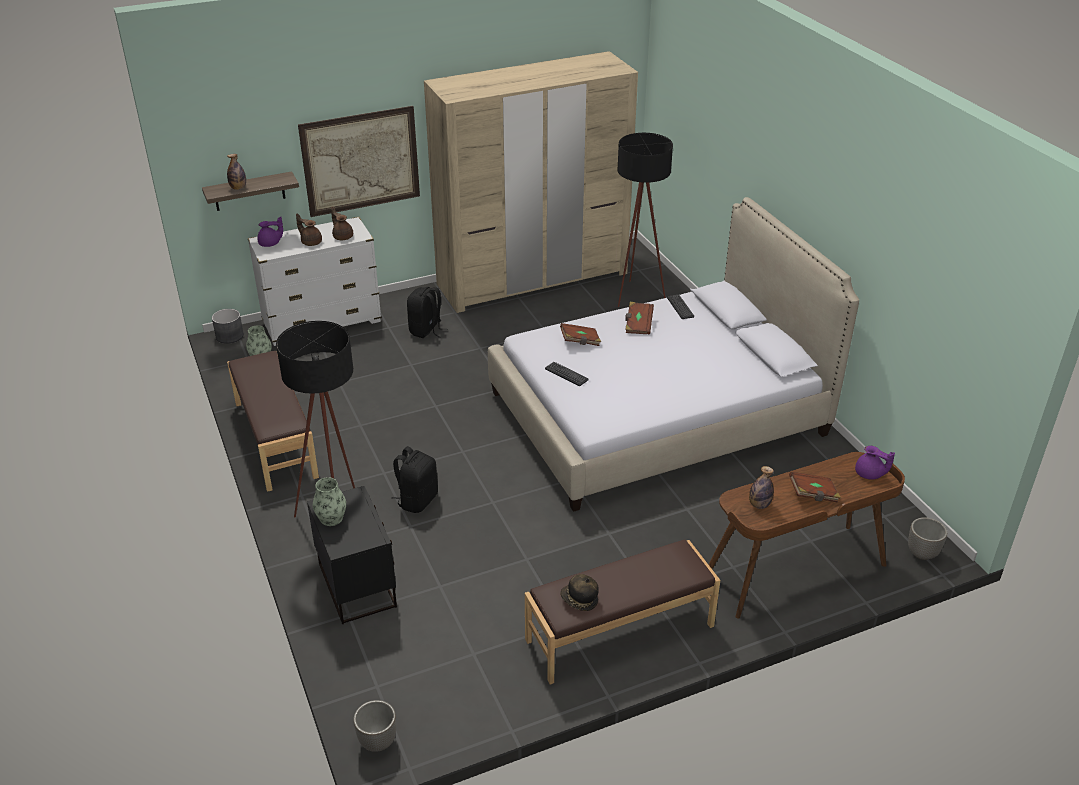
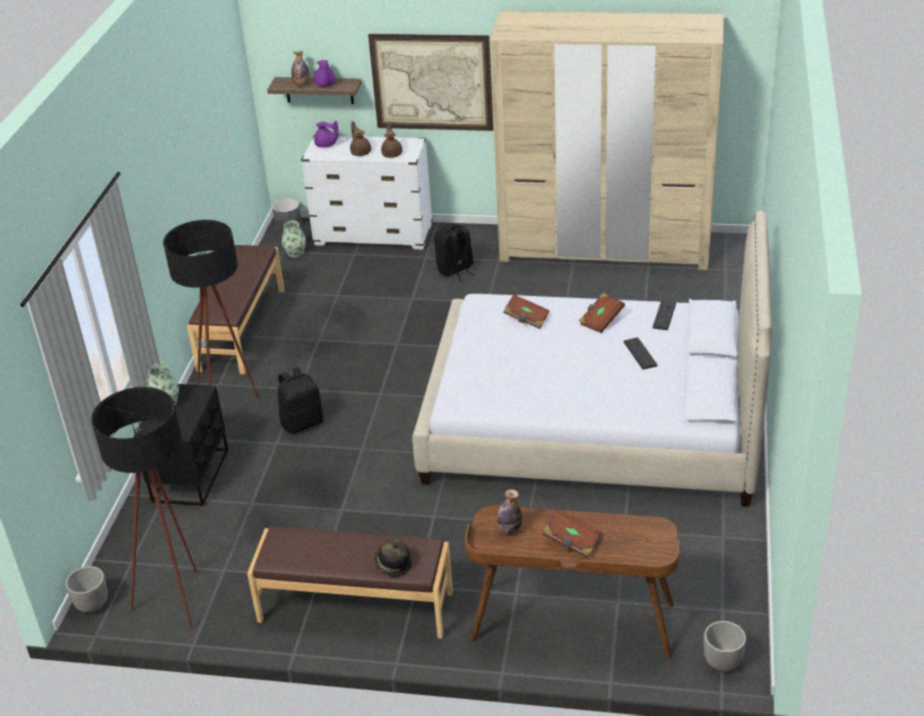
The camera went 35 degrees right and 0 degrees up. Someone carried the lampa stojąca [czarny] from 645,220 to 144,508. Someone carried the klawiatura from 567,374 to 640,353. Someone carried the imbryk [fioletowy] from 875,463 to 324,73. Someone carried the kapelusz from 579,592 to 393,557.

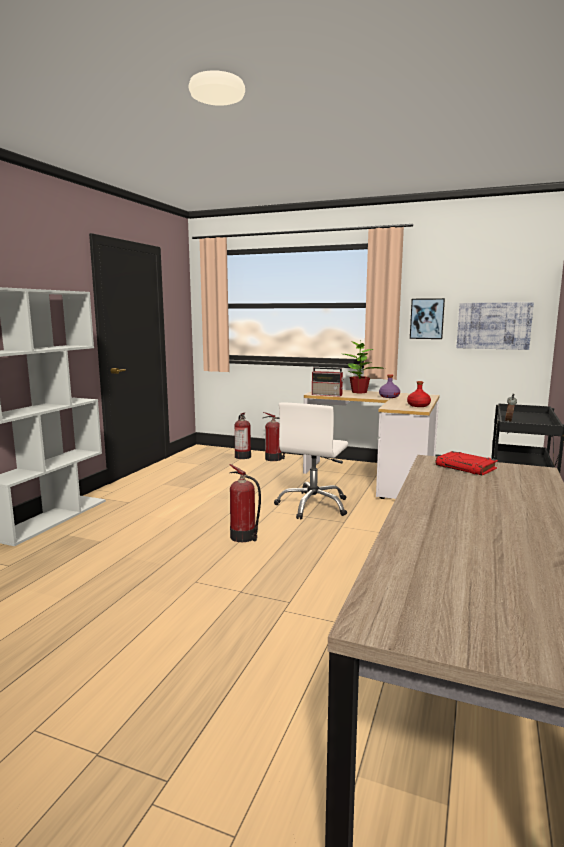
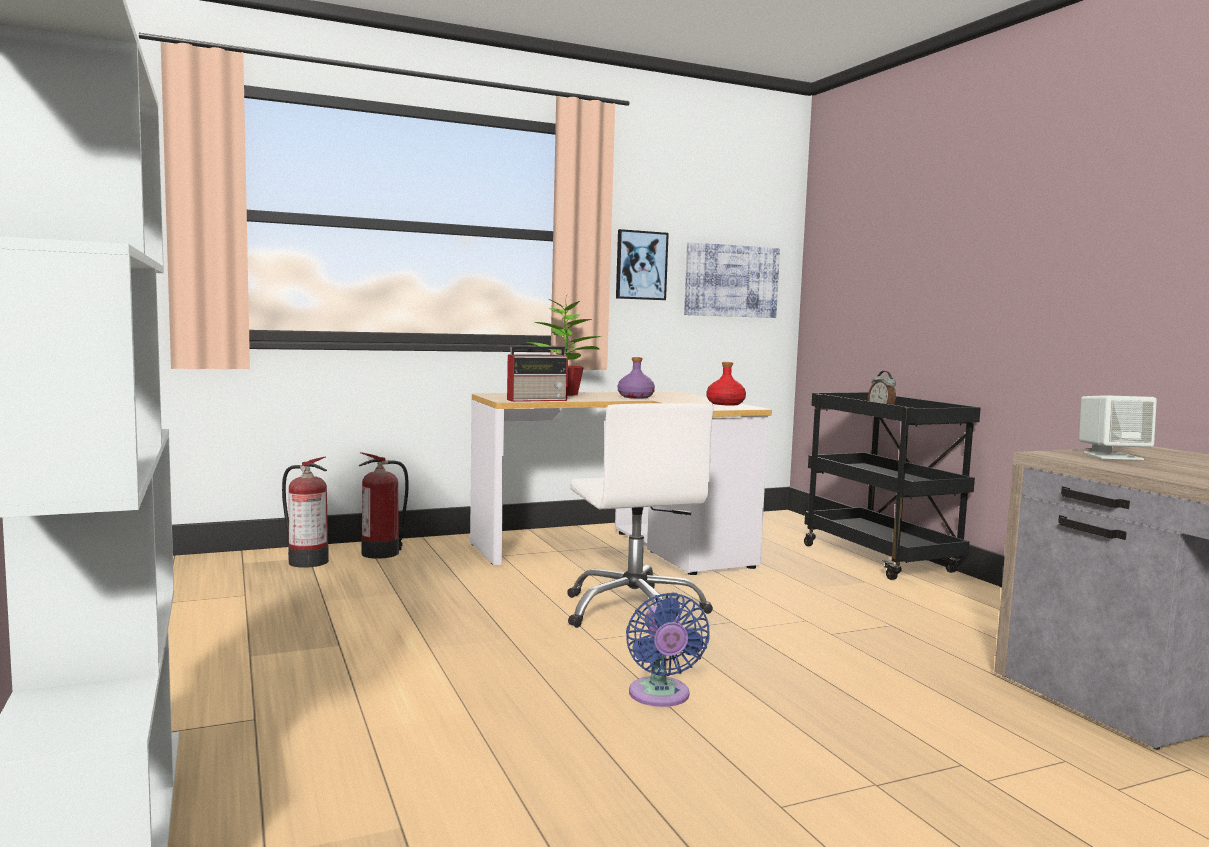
The camera went 45 degrees left and 5 degrees down. Someone swapped the książka [czerwony] at 467,463 for the głośnik [biały] at 1118,427. Someone swapped the gaśnica at 245,503 for the wentylator [niebieski] at 668,650.

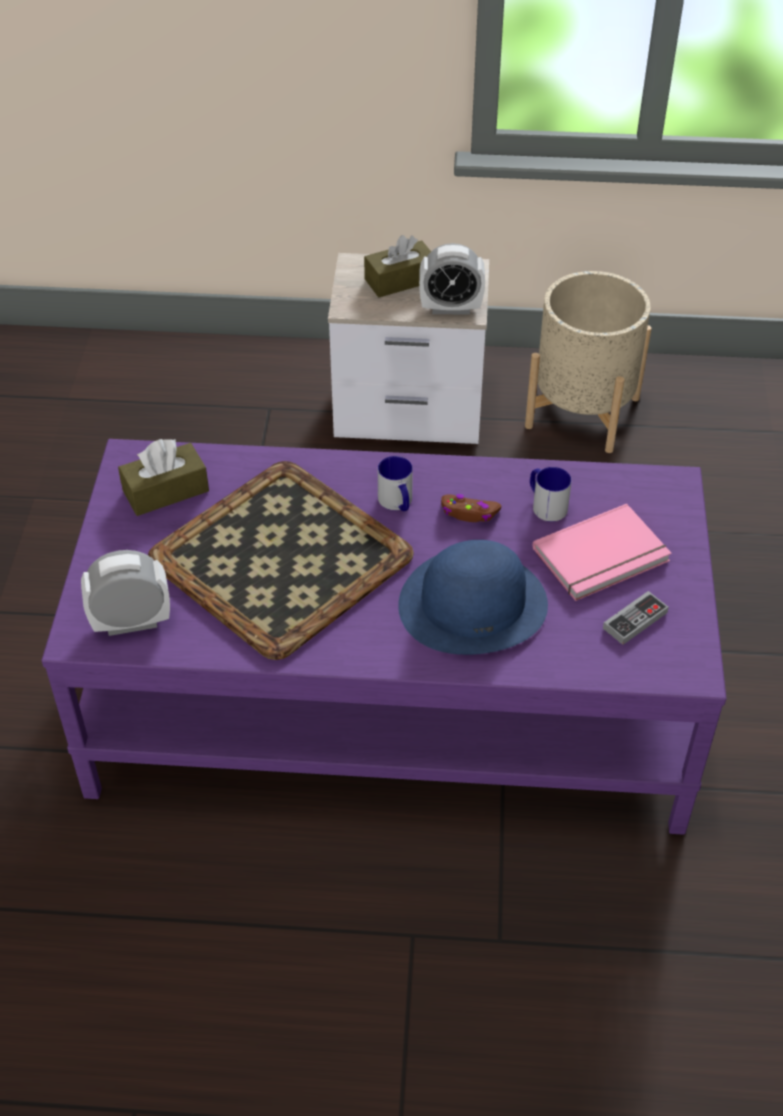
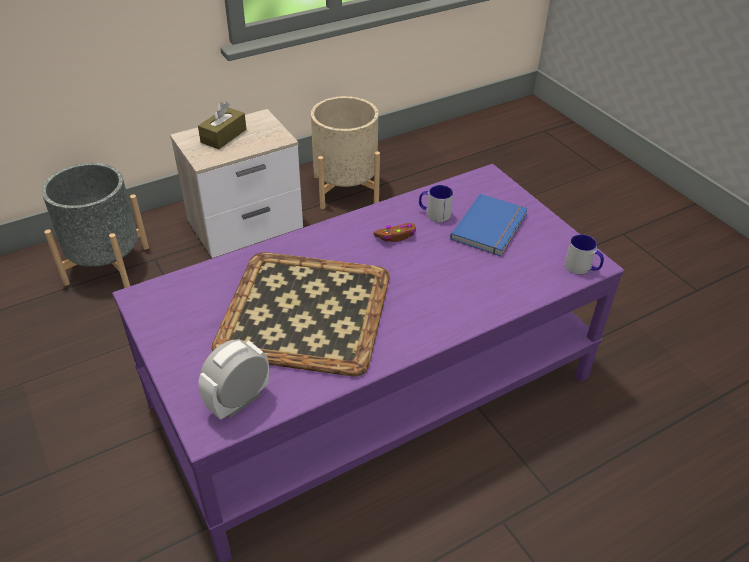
The camera went 35 degrees left and 5 degrees down. Someone took away the budzik at 452,279. Someone took away the pudełko chusteczek [brązowy] at 163,477. Someone carried the kubek from 395,483 to 584,254. Someone repainted the książka [różowy] at 601,552, which became the książka [niebieski] at 489,225. Someone took away the kapelusz [niebieski] at 473,597. Someone took away the pad do gier at 636,618. Someone put down the donica [szary] at 95,225.

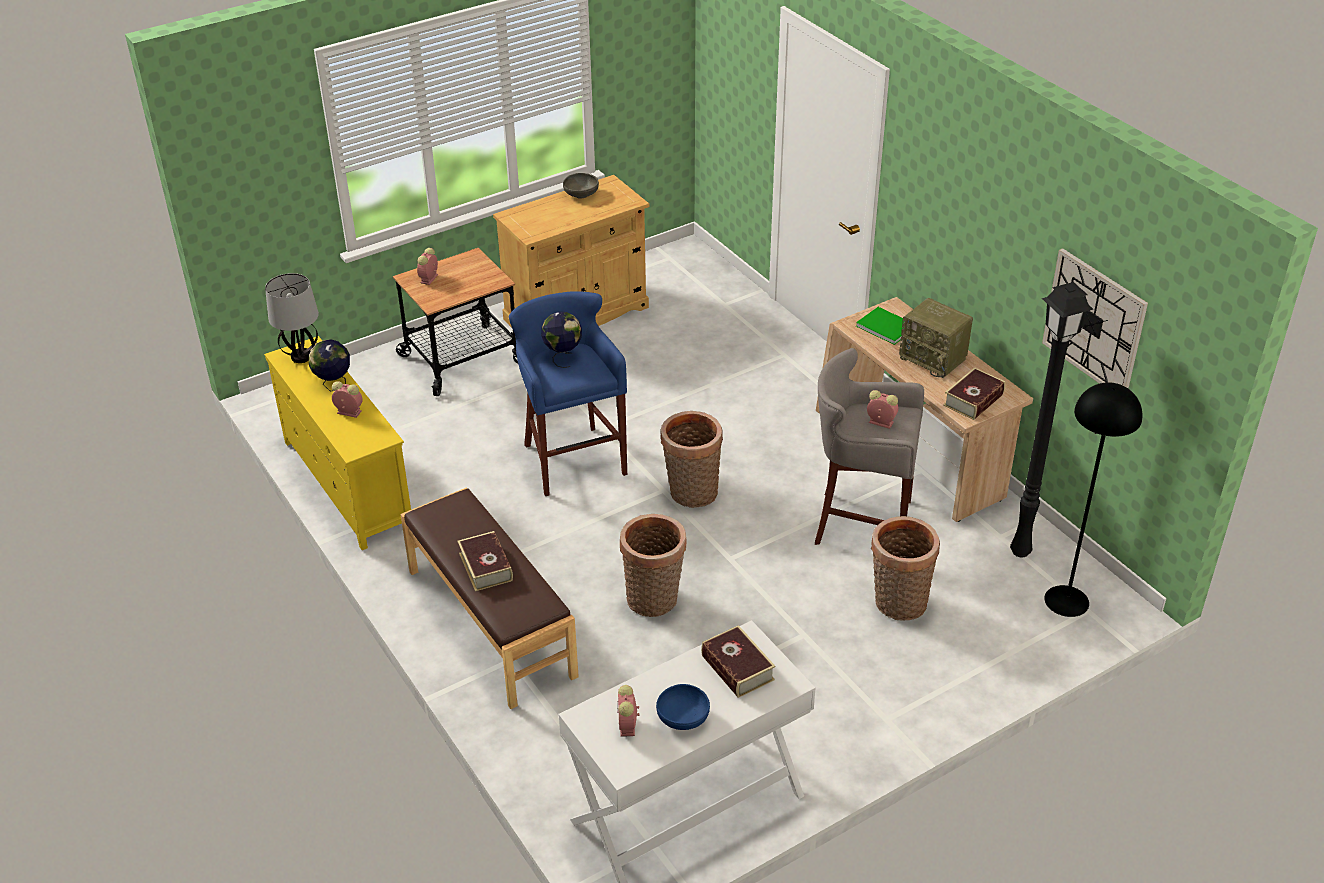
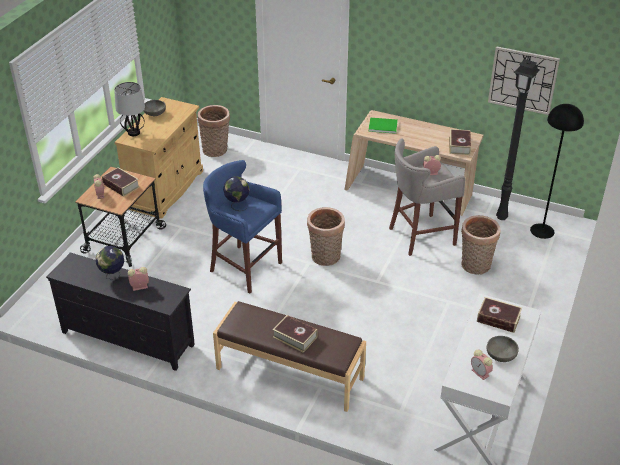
The camera went 35 degrees left and 0 degrees up. Someone carried the lampa stołowa from 292,318 to 129,109. Someone took away the radio at 936,338. Someone repainted the szafka pod telewizor [żółty] at 337,443, which became the szafka pod telewizor [czarny] at 120,312. Someone carried the koszyk from 653,565 to 214,131. Someone repainted the miska [niebieski] at 683,707, which became the miska [szary] at 503,349. Someone put down the książka at 121,182.

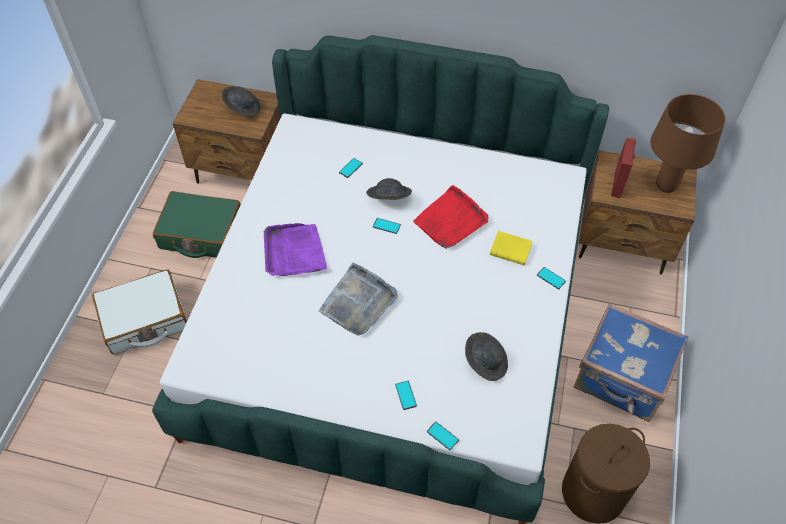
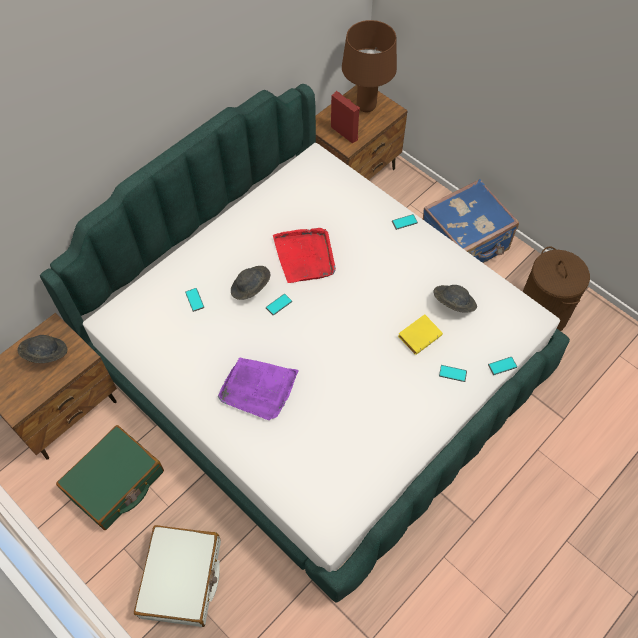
The camera went 60 degrees left and 5 degrees up. Someone carried the książka [żółty] from 511,248 to 420,334. Someone took away the taca [szary] at 358,299.

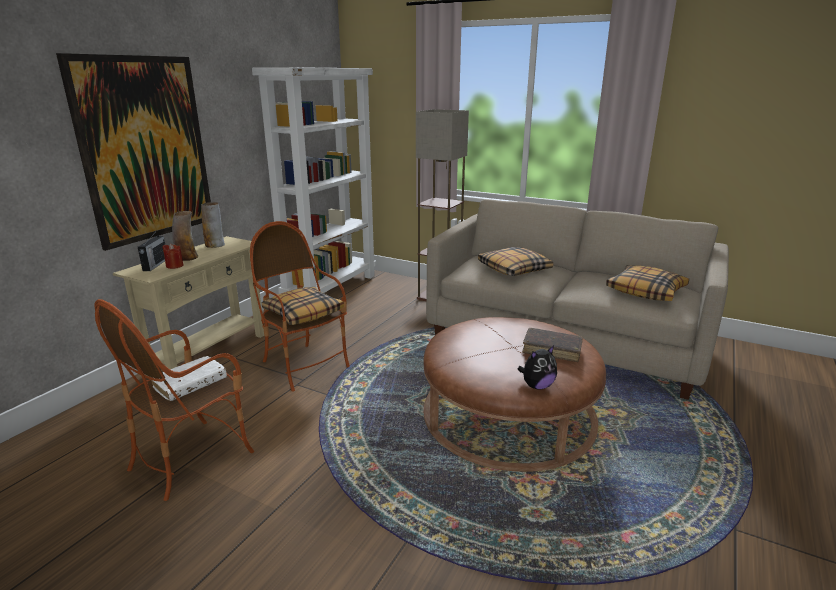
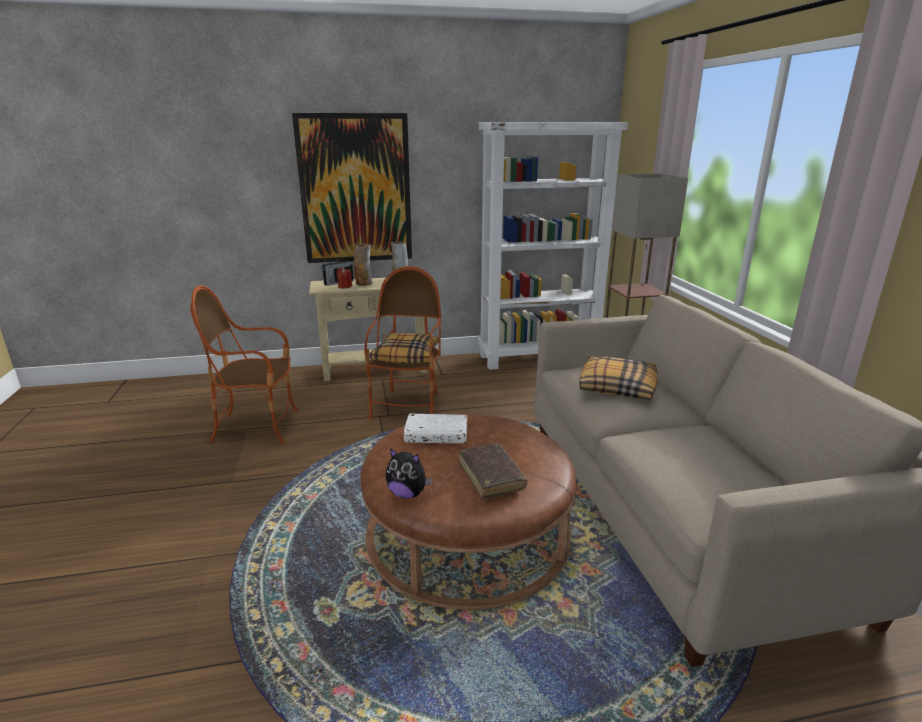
The camera went 50 degrees right and 0 degrees up. Someone took away the poduszka at 647,283. Someone carried the książka [biały] from 189,378 to 435,428.

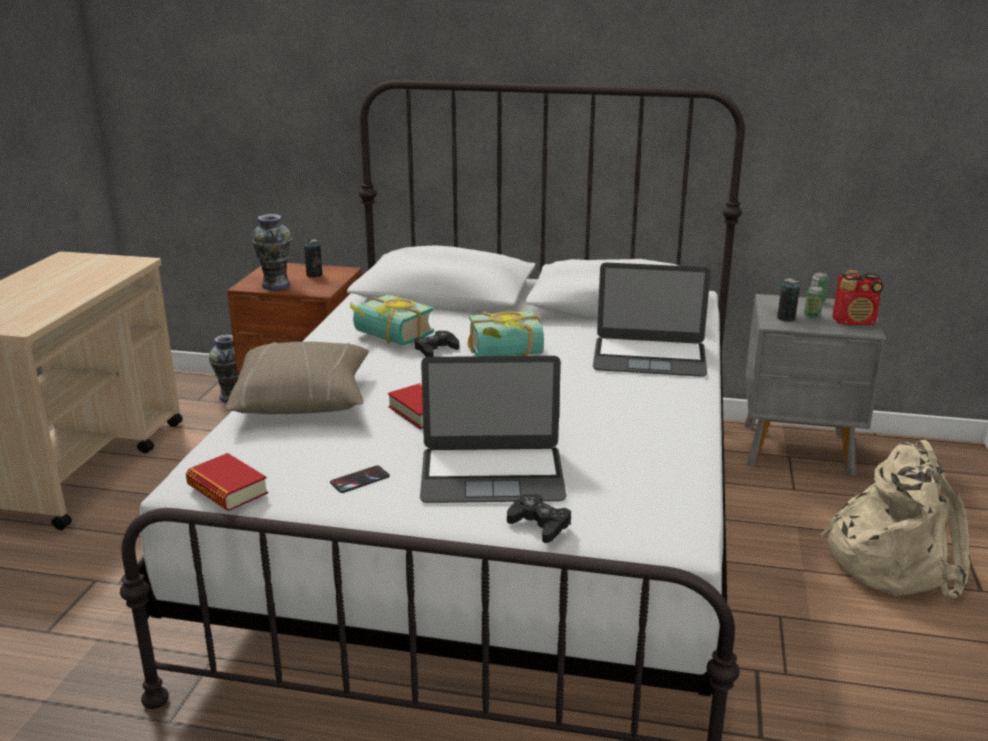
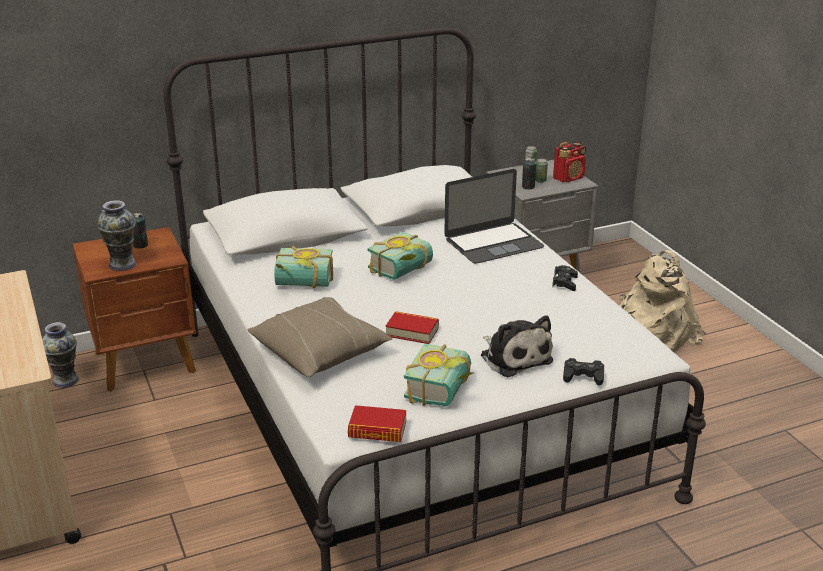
The camera went 35 degrees left and 5 degrees up. Someone carried the pad do gier [czarny] from 437,343 to 565,278. Someone swapped the laptop at 493,429 for the pluszak at 517,346. Someone swapped the telefon at 360,479 for the książka at 439,375.

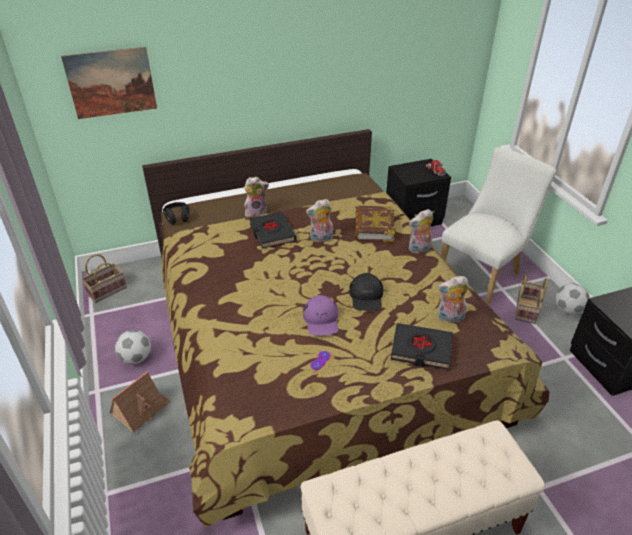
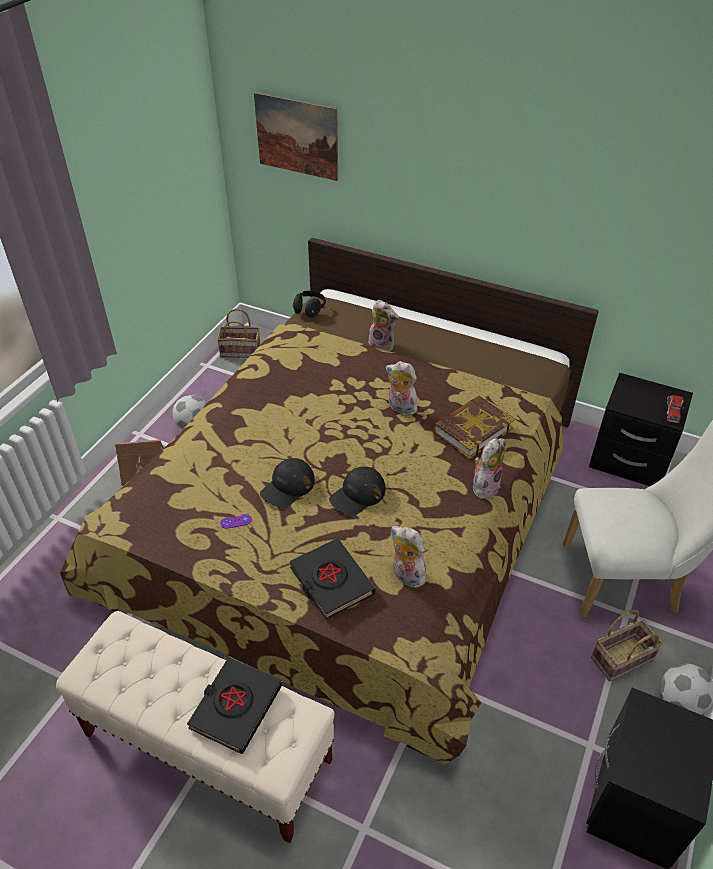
The camera went 45 degrees right and 5 degrees up. Someone rotated the pluszak at 421,231 by 105 degrees clockwise. Someone carried the książka [czarny] from 273,230 to 234,705. Someone repainted the czapka z daszkiem [fioletowy] at 320,315, which became the czapka z daszkiem [czarny] at 287,483.

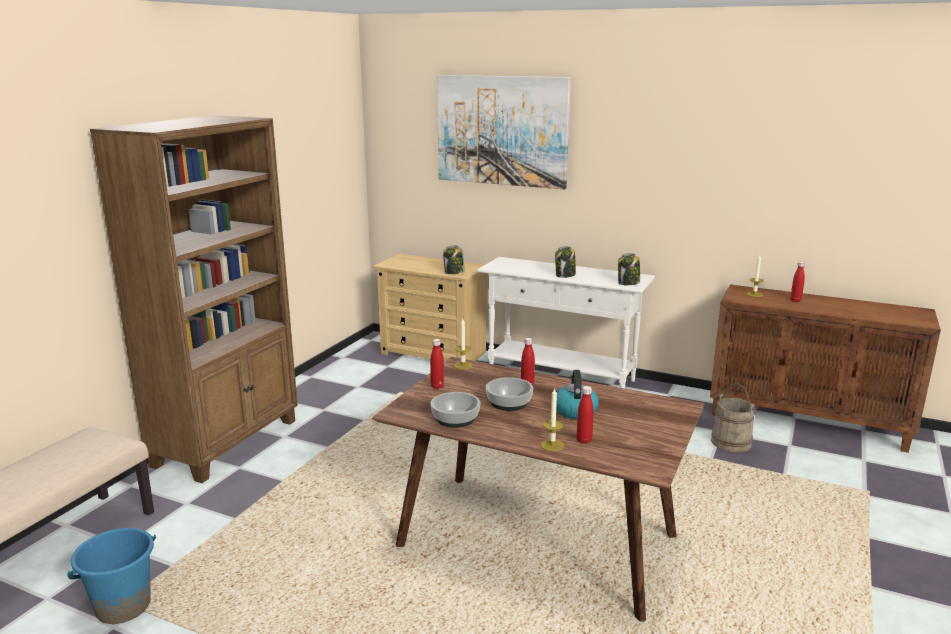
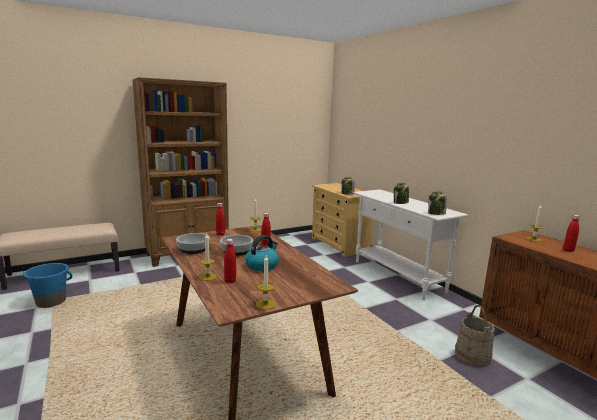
The camera went 35 degrees right and 5 degrees down. Someone took away the obraz at 504,132. Someone put down the świeca at 266,282.

